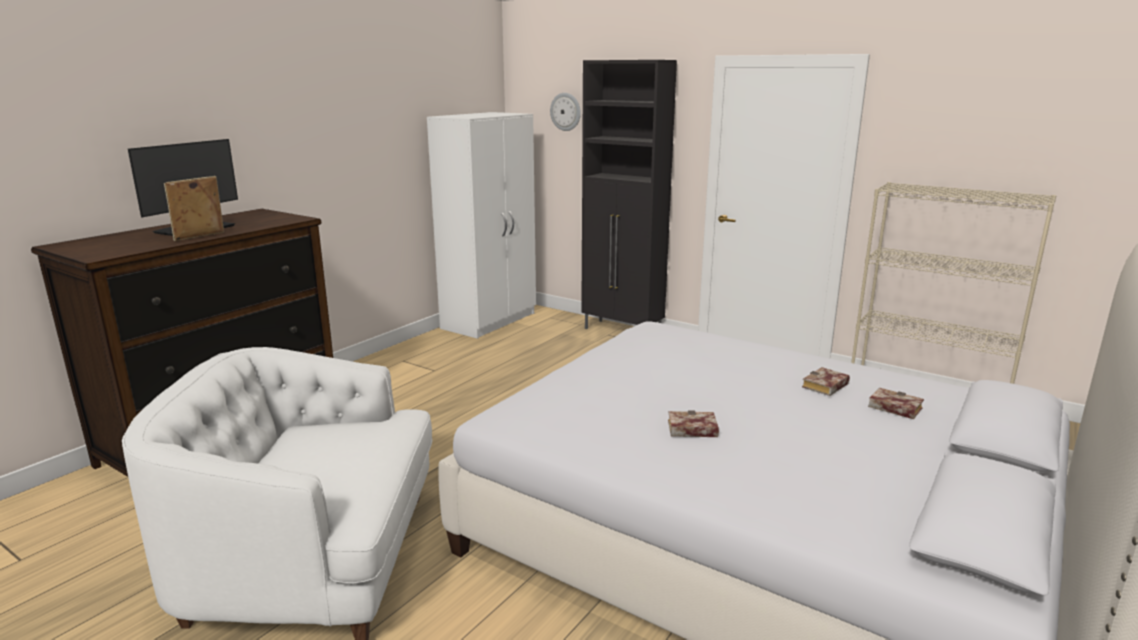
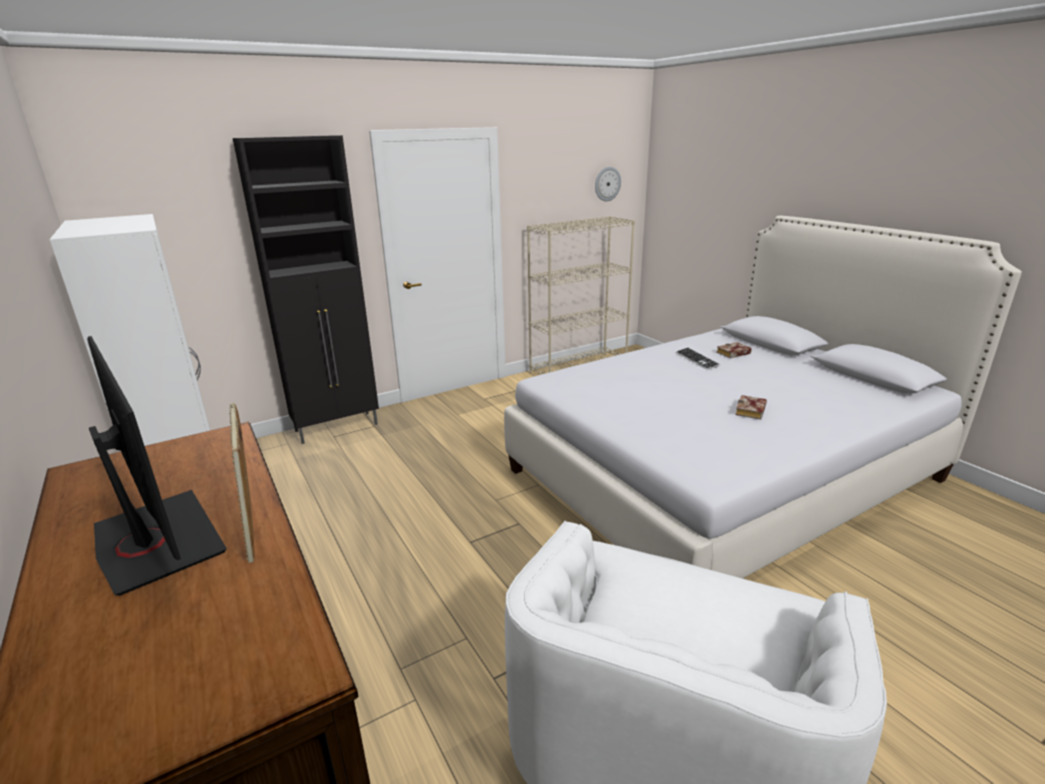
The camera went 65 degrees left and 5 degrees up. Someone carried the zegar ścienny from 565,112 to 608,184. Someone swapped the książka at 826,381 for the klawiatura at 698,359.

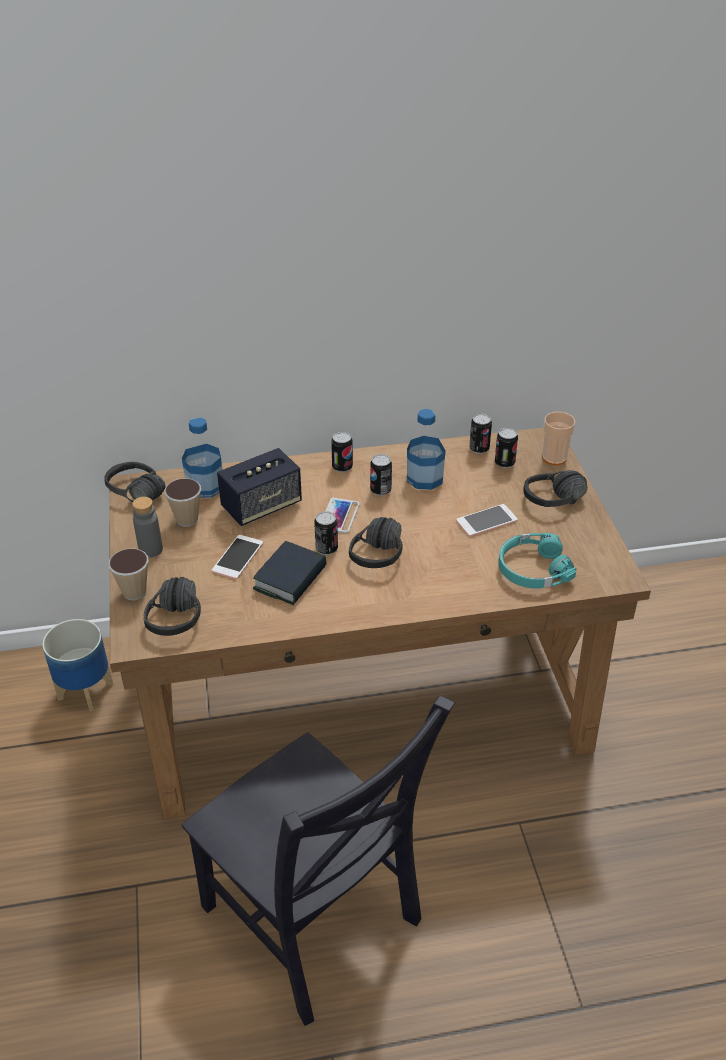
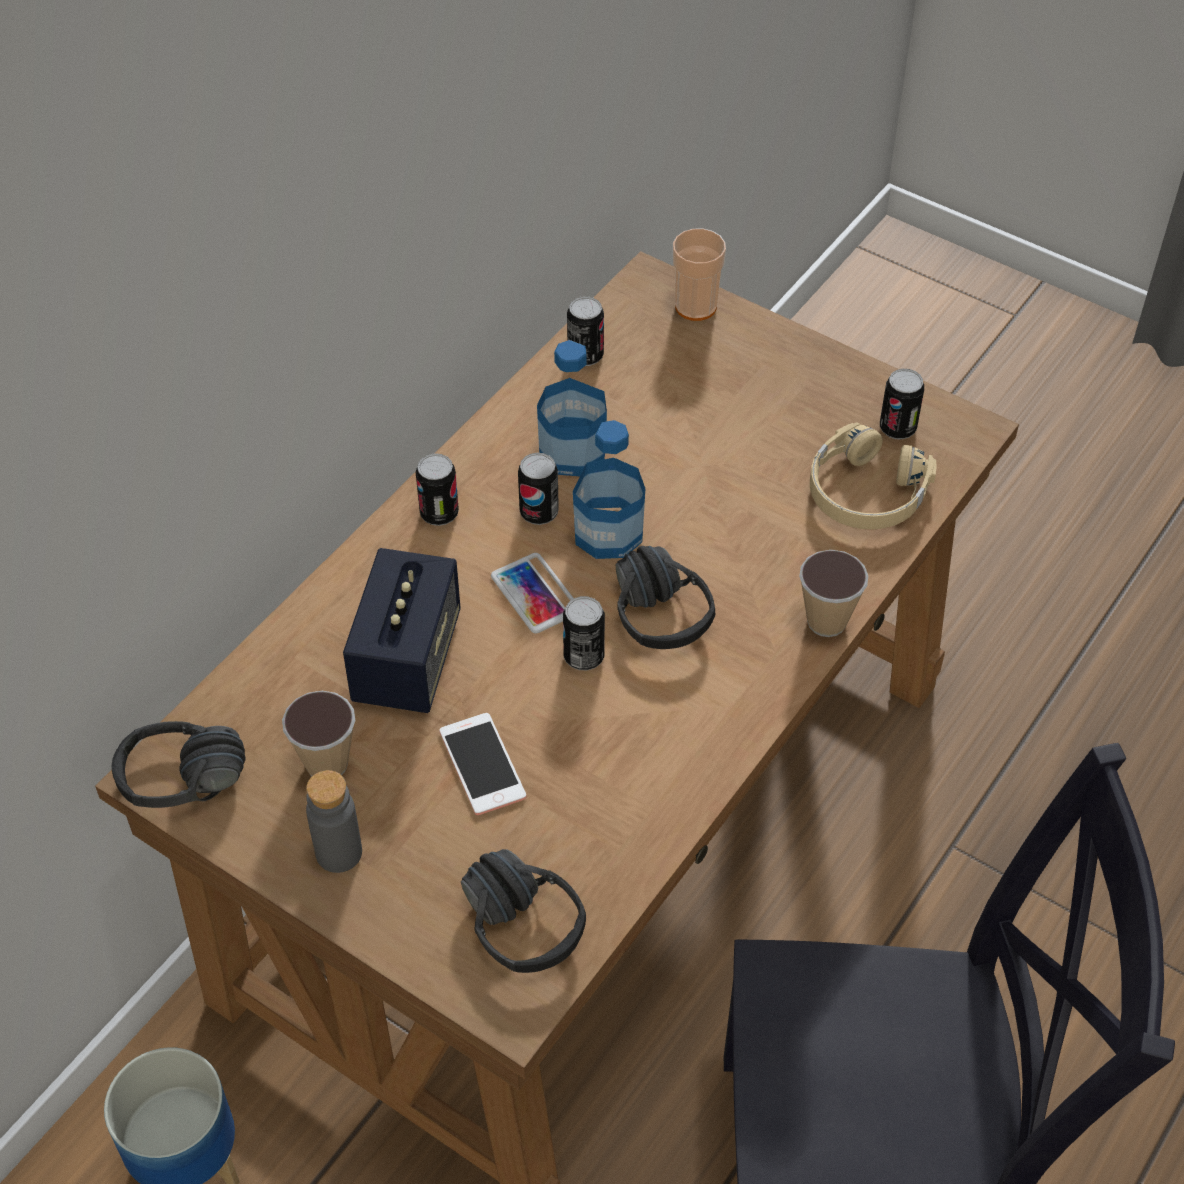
The camera went 45 degrees left and 10 degrees up. Someone carried the butelka from 202,457 to 609,489. Someone carried the puszka from 506,448 to 902,404. Someone took away the słuchawki [czarny] at 555,488. Someone took away the telefon at 487,520. Someone repainted the słuchawki [turkusowy] at 537,561, which became the słuchawki [beżowy] at 873,475. Someone took away the książka at 290,573. Someone carried the filiżanka from 128,574 to 833,593.

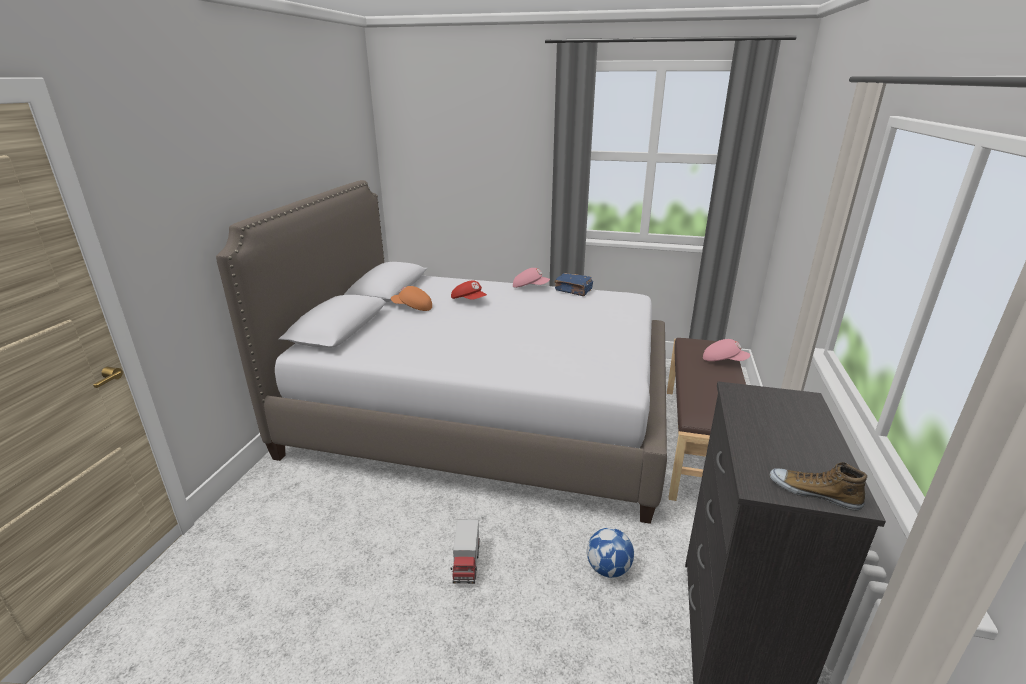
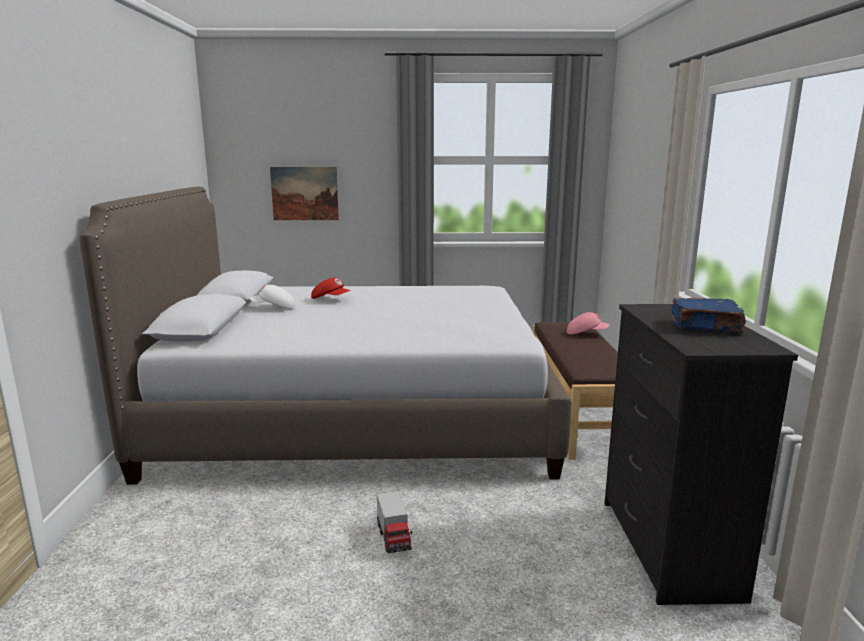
The camera went 15 degrees left and 10 degrees down. Someone took away the czapka z daszkiem [różowy] at 531,278. Someone carried the książka [niebieski] from 573,284 to 708,315. Someone repainted the czapka z daszkiem [pomarańczowy] at 411,298, which became the czapka z daszkiem [biały] at 272,297. Someone took away the but at 818,486. Someone took away the piłka futbolowa at 610,553. Someone put up the obraz at 304,193.

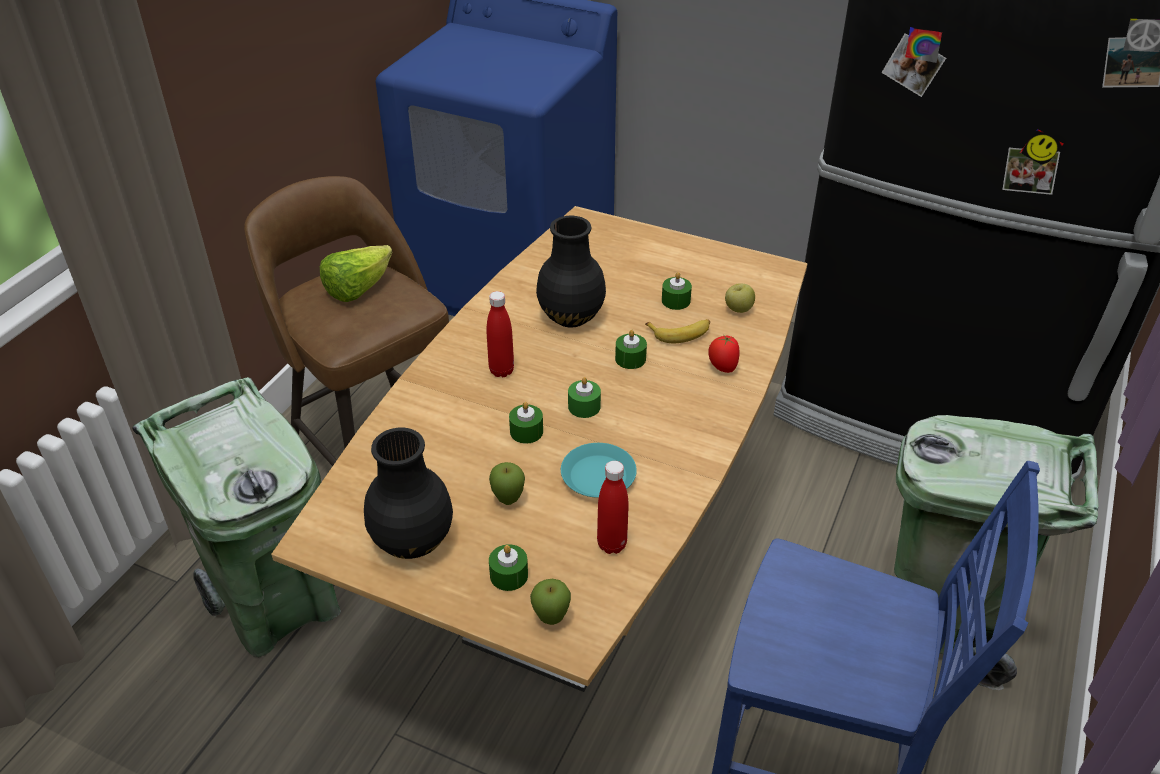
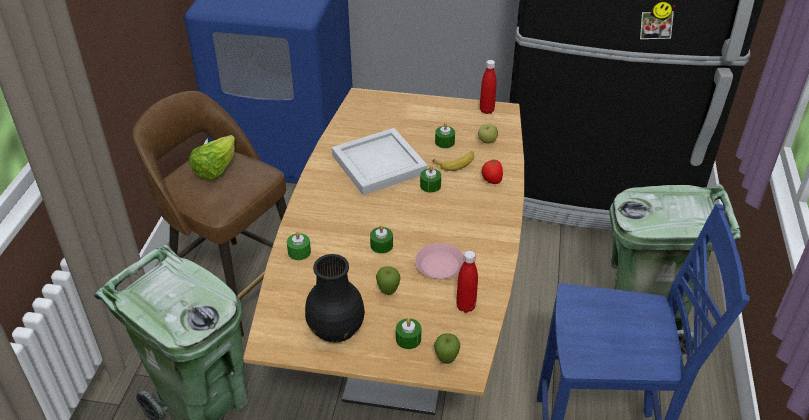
The camera went 15 degrees left and 0 degrees up. Someone swapped the wazon [czarny] at 571,272 for the taca [biały] at 380,161. Someone carried the butelka [czerwony] from 500,334 to 488,87. Someone carried the świeca [zielony] from 584,397 to 299,246. Someone repainted the talerz [turkusowy] at 599,470, which became the talerz [różowy] at 439,261.

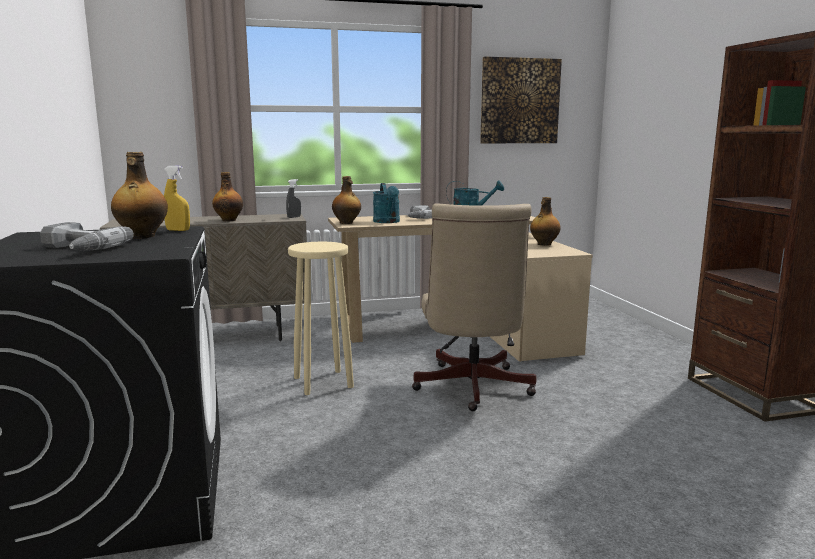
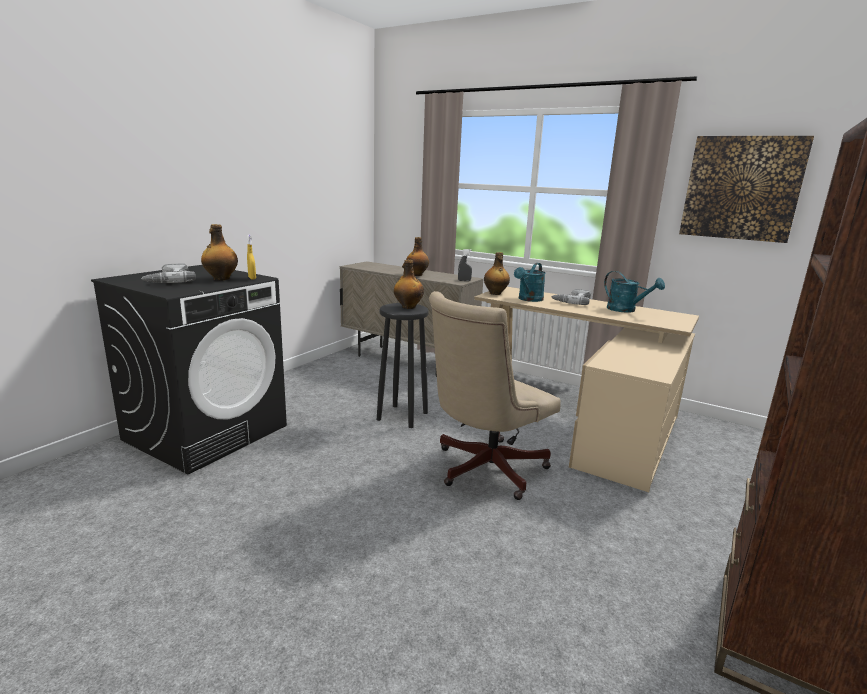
The camera went 45 degrees right and 5 degrees up. Someone carried the butelka from 545,221 to 409,284. Someone repainted the stołek [beżowy] at 321,318, which became the stołek [czarny] at 403,365.

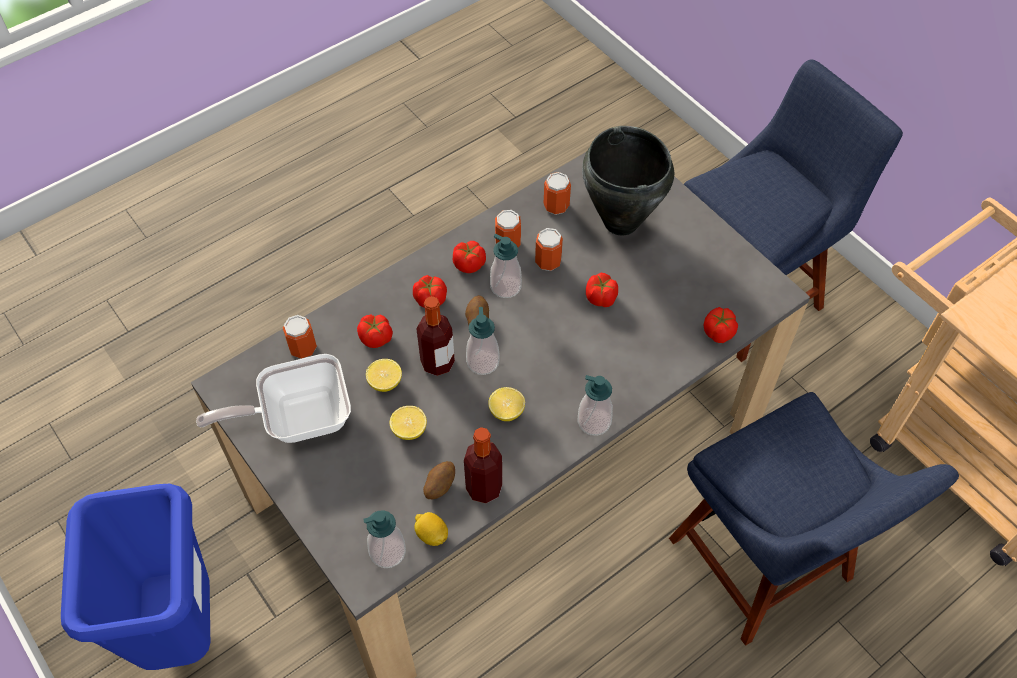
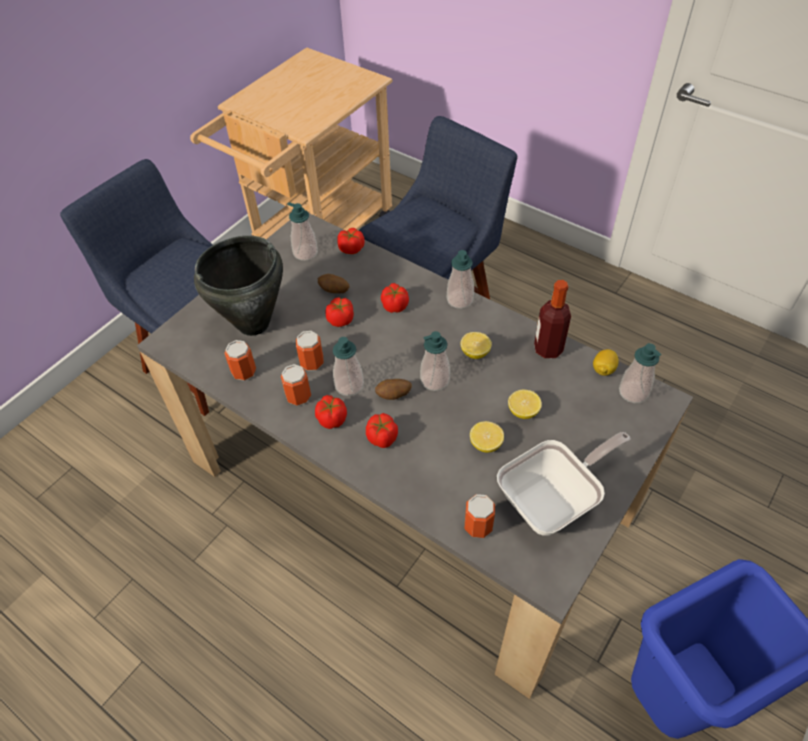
The camera went 105 degrees left and 5 degrees down. Someone took away the butelka at 435,336. Someone carried the pomidor from 375,331 to 395,298. Someone rotated the patelnia at 273,398 by 90 degrees counterclockwise. Someone carried the ziemniak from 439,480 to 333,283. Someone put down the dozownik mydła at 303,231.

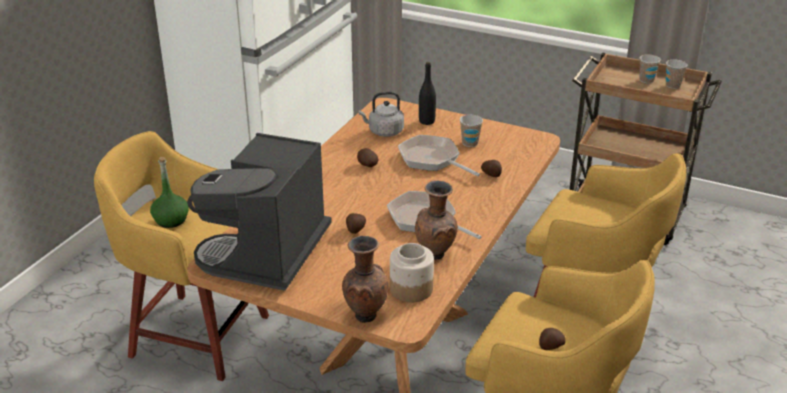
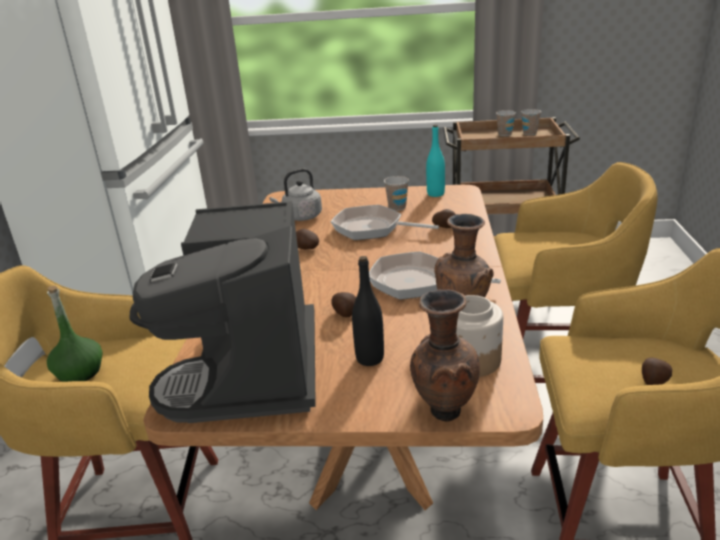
The camera went 20 degrees left and 5 degrees down. Someone carried the butelka [czarny] from 427,93 to 368,311. Someone put down the butelka [turkusowy] at 435,161.

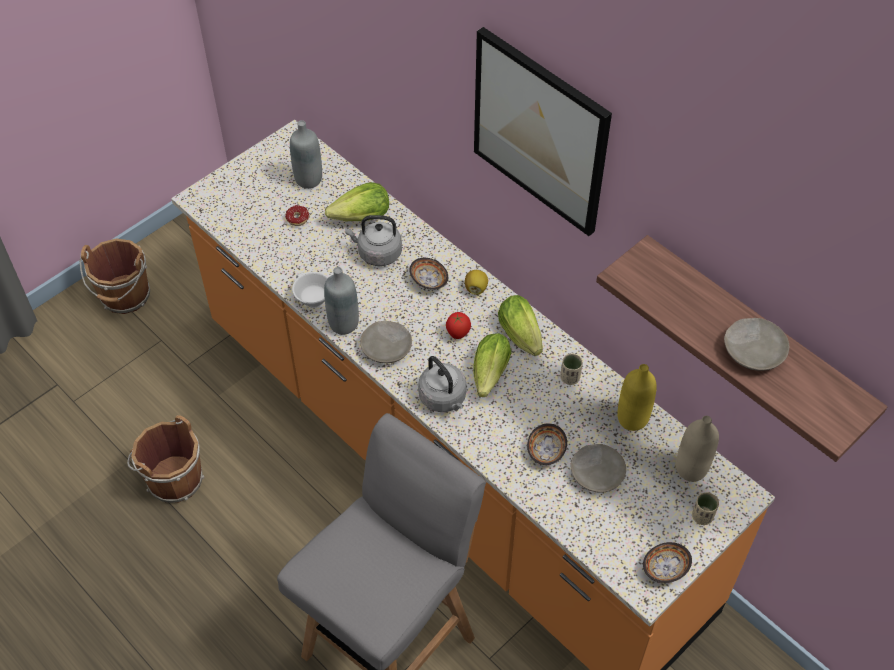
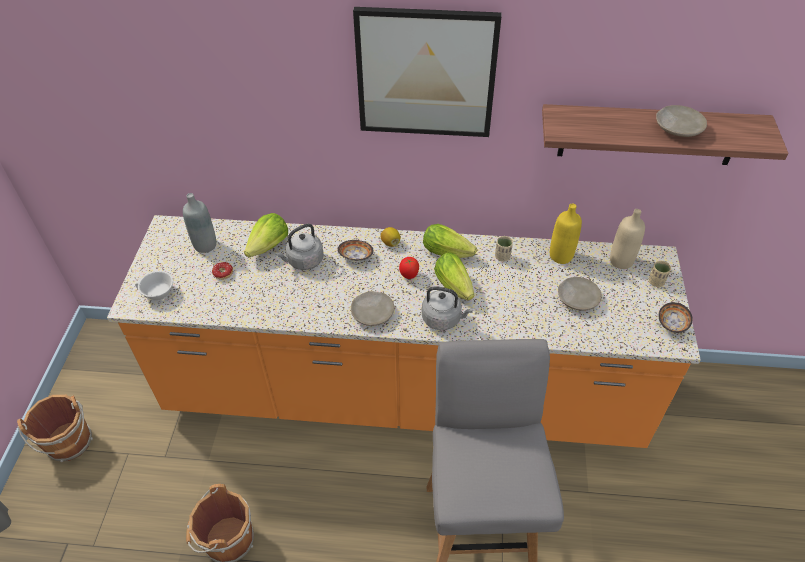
The camera went 40 degrees left and 5 degrees down. Someone took away the butelka [szary] at 341,301. Someone carried the filiżanka [biały] from 310,289 to 154,286. Someone took away the miska at 547,444.

